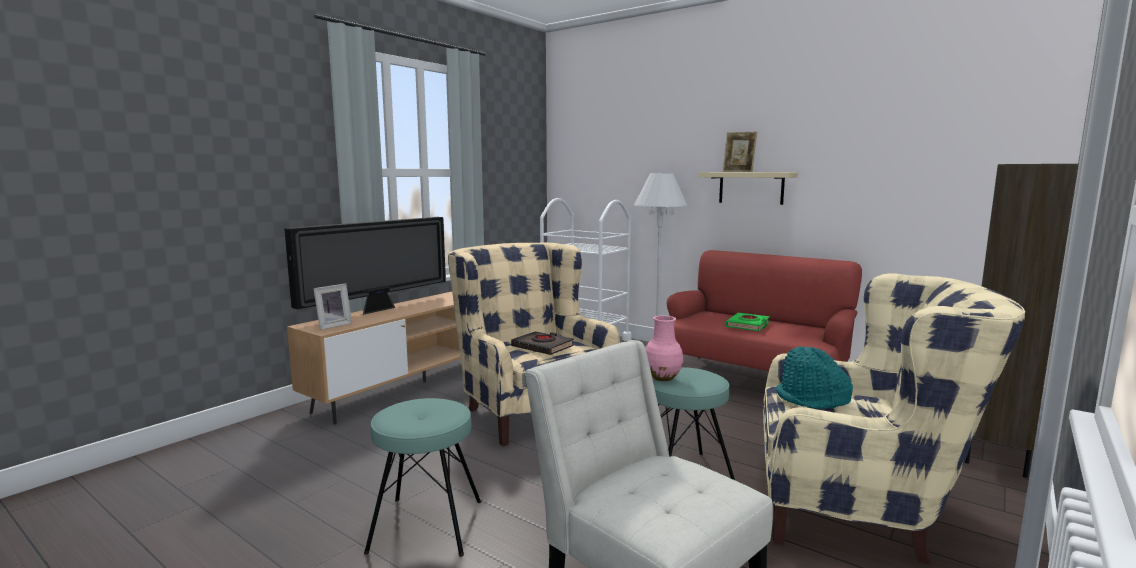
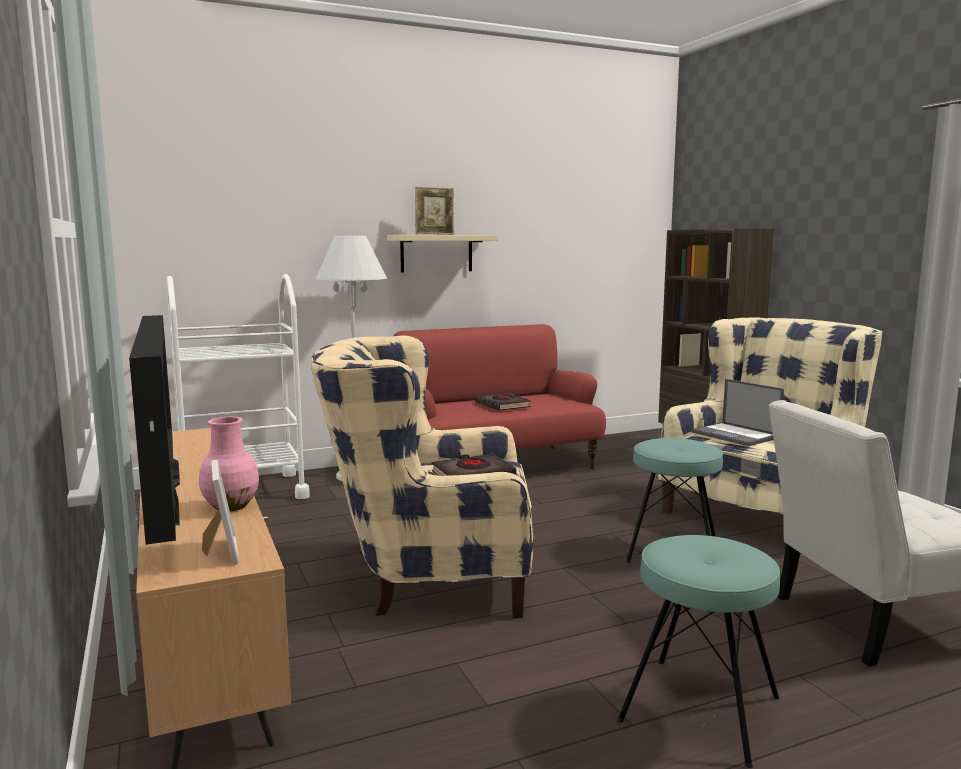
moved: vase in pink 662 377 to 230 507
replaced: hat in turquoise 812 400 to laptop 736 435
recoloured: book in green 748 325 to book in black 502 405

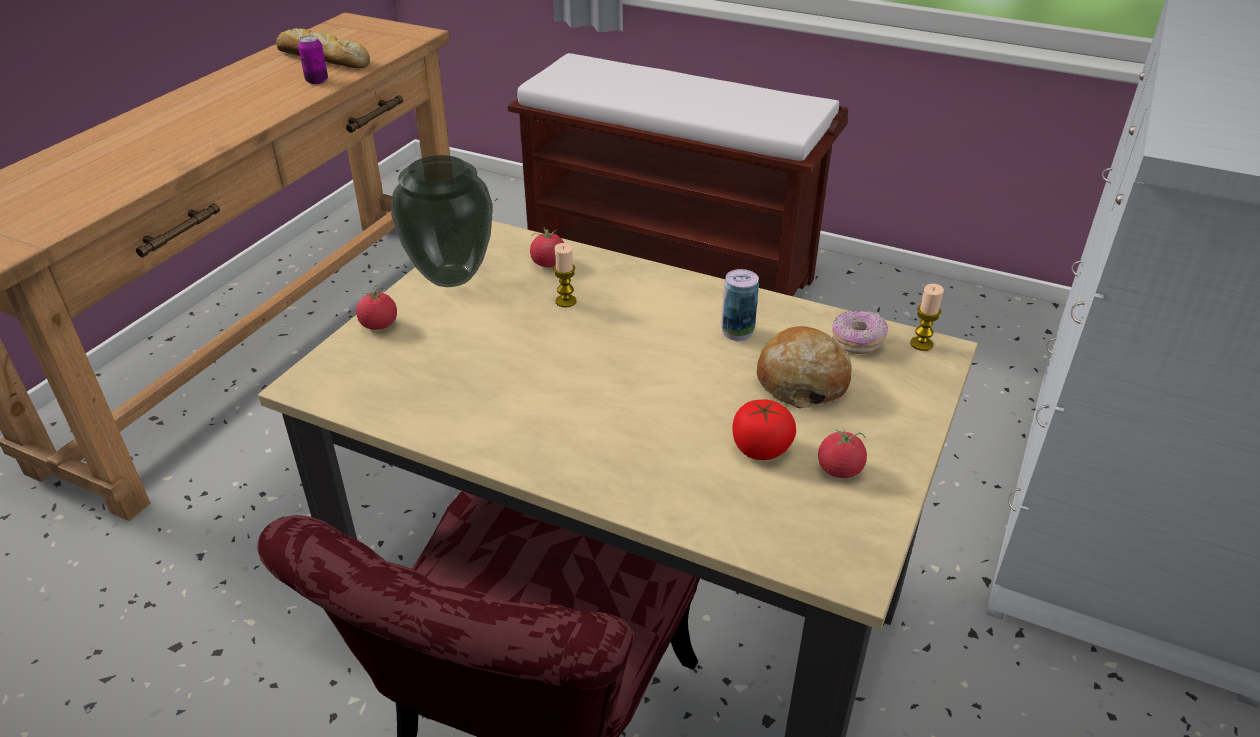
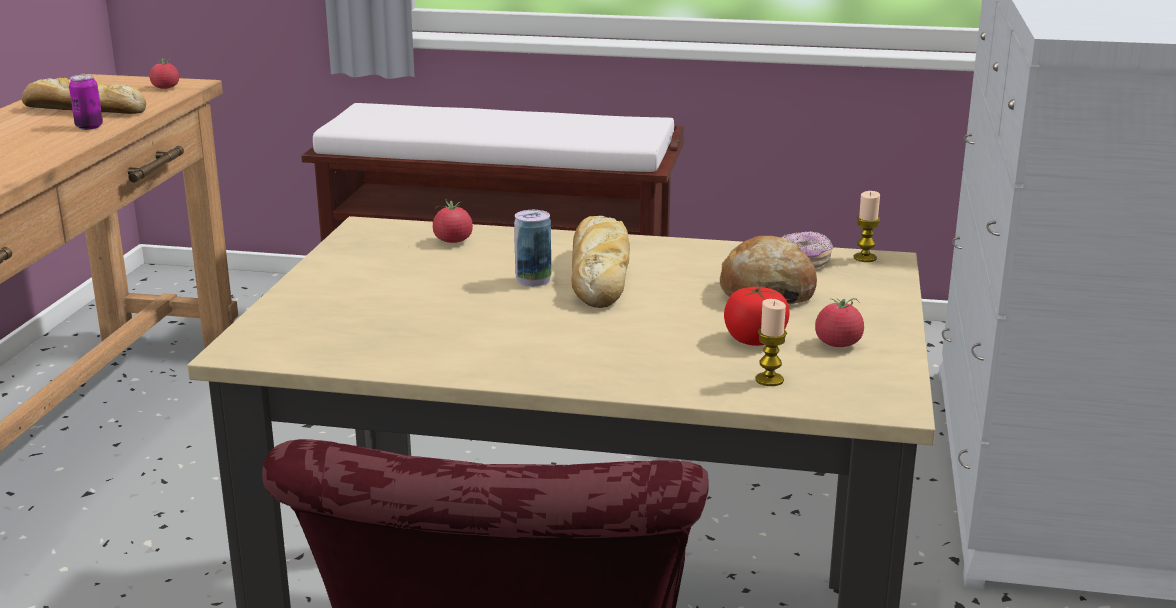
removed: vase 453 277
added: bread 600 273
moved: tomato 379 325 to 165 88; candle 566 301 to 769 380; can 737 332 to 533 280

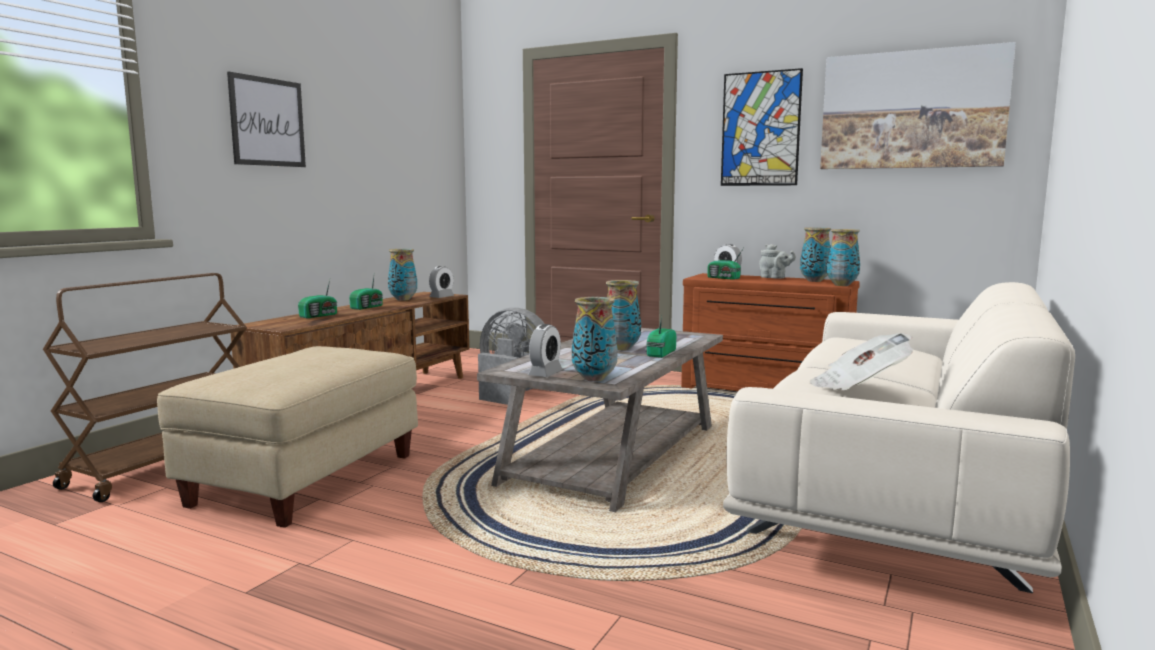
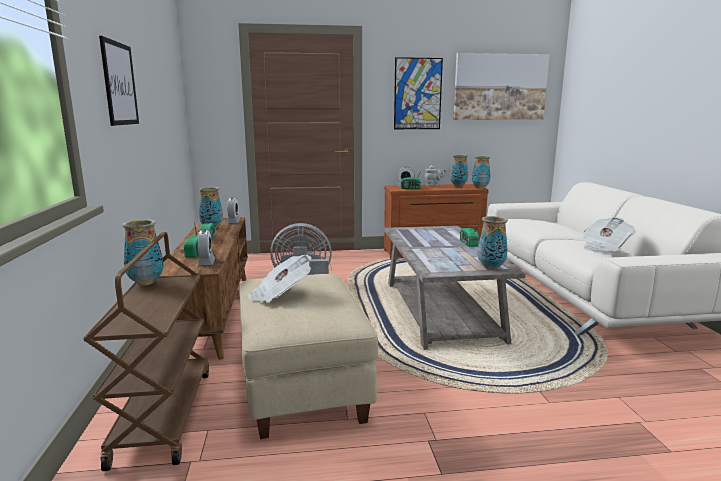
added: newspaper 280 295
moved: alarm clock 545 373 to 206 262; vase 621 348 to 146 282

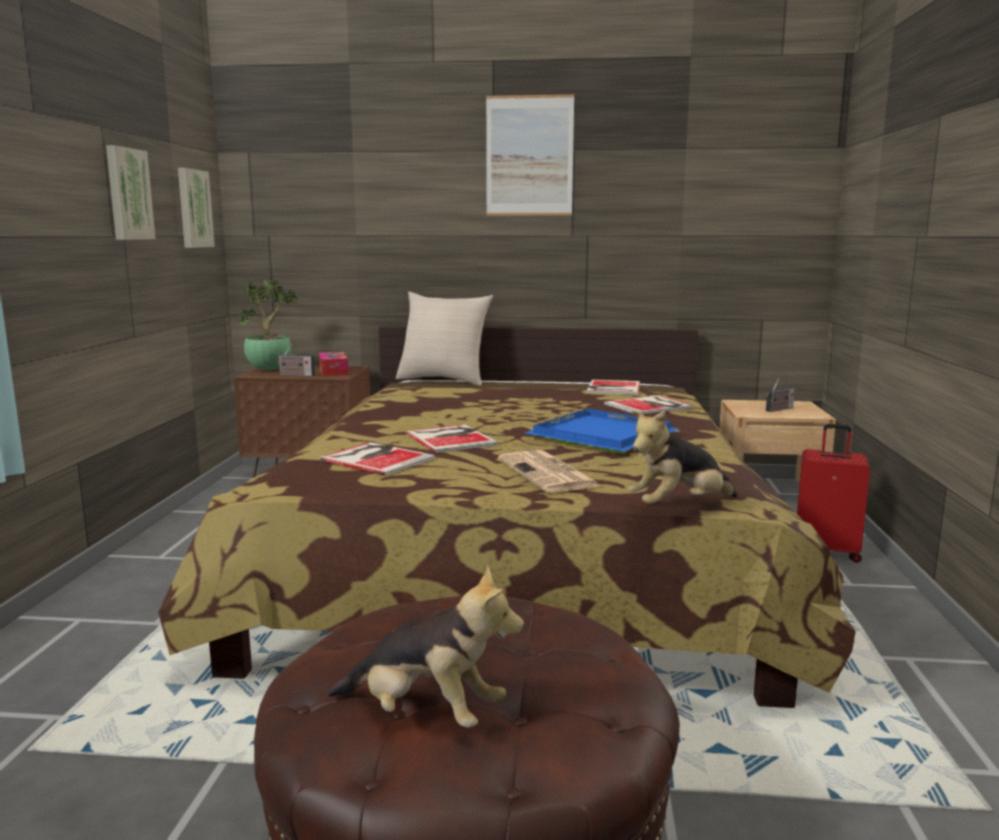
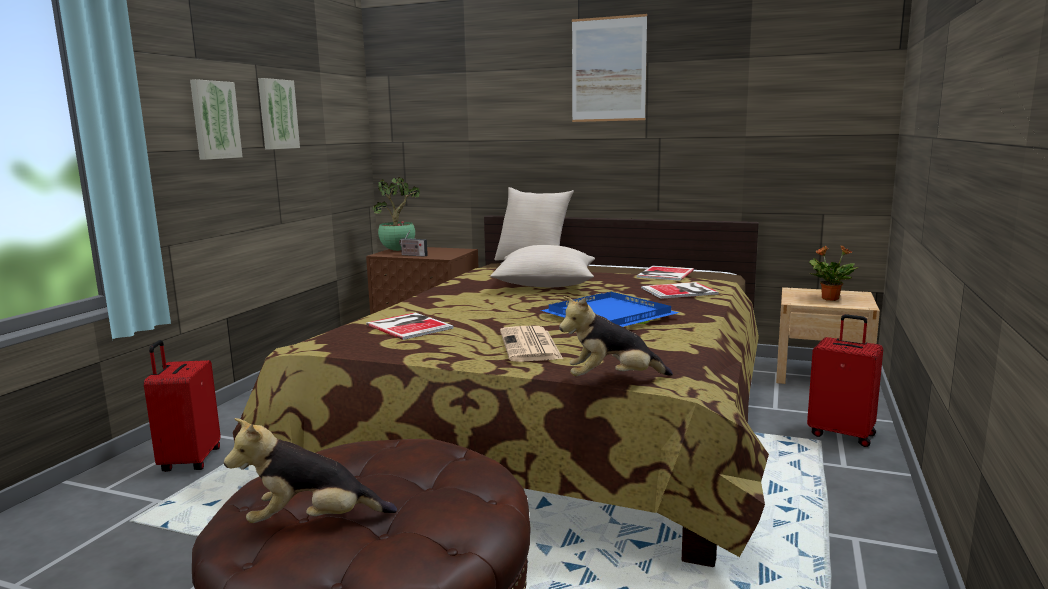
removed: tissue box 333 371; book 451 438
added: suitcase in red 189 461; pillow in beige 545 284
moved: picture 193 209 to 214 120
replaced: radio 778 409 to potted plant 829 299
turned: plush toy 426 714 = 313 522 135 degrees clockwise

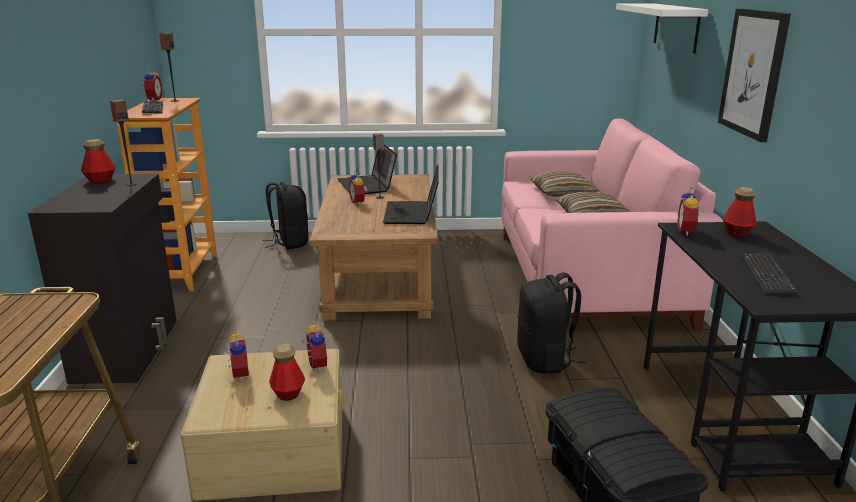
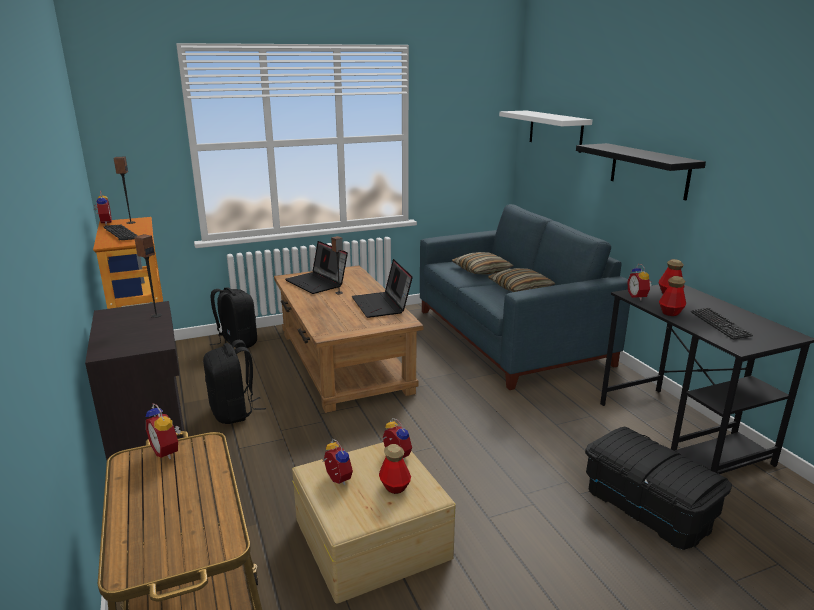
moved: bottle 100 180 to 670 312; alarm clock 359 202 to 168 451; backpack in black 545 360 to 234 412
replaced: picture 753 73 to shelf in black 649 170
recoloured: sofa in pink 586 277 to sofa in blue 509 337

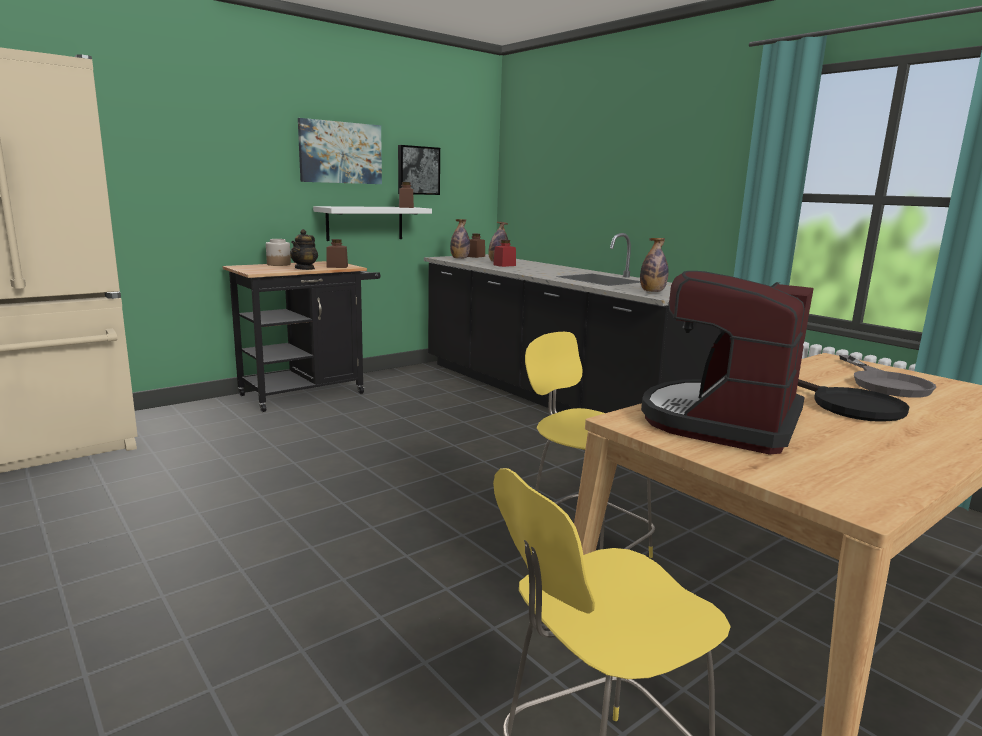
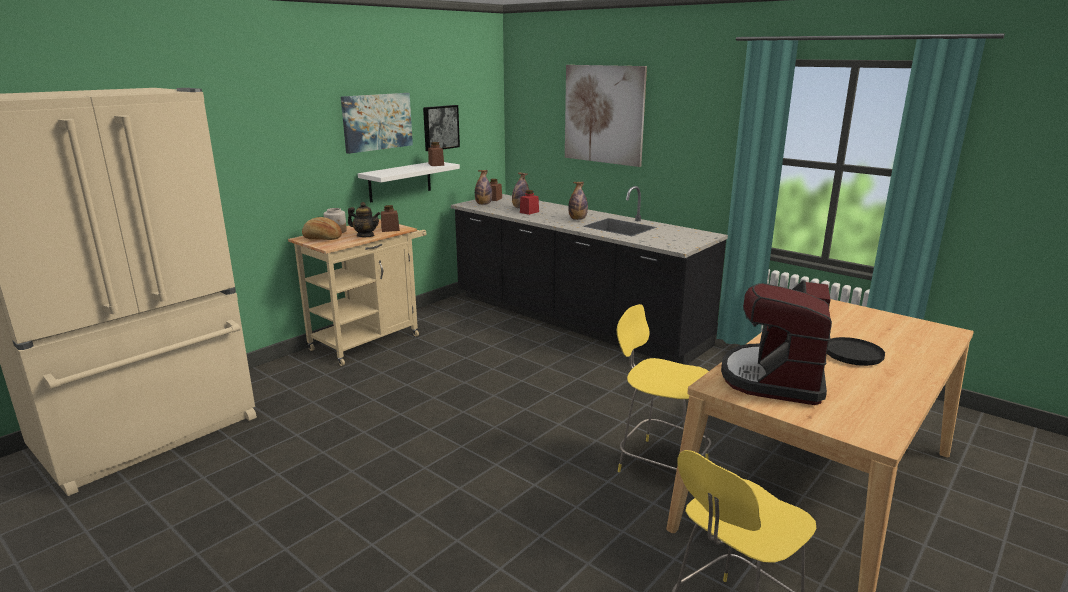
removed: frying pan in grey 884 383
added: bread 322 238; picture 604 114
moved: bottle 652 292 to 577 219
recoloured: cart in black 309 393 to cart in beige 370 340
turned: teapot 305 268 = 365 236 75 degrees counterclockwise

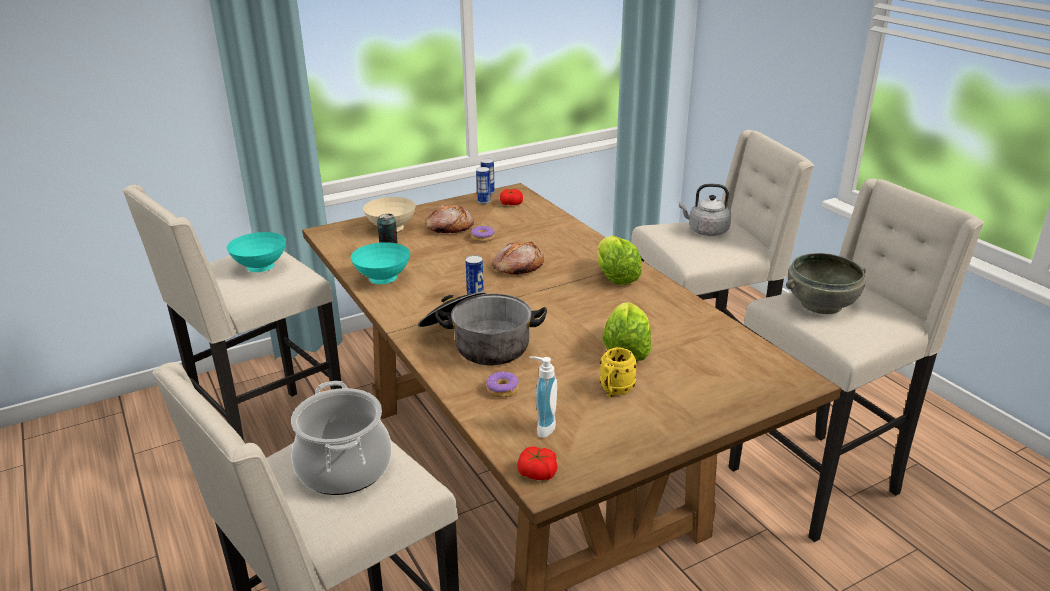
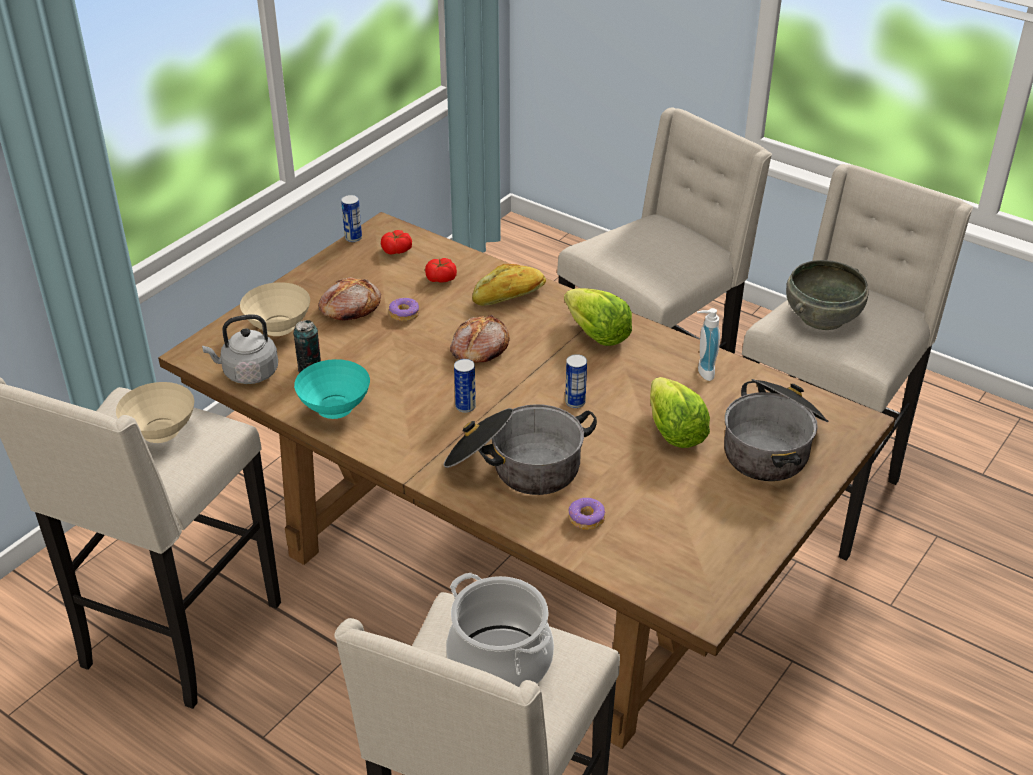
removed: mug in yellow 614 391
added: bread 509 296; cooking pot 773 445
moved: can 483 202 to 575 402; tomato 537 473 to 441 278; soap dispenser 542 427 to 702 372; kettle in grey 705 231 to 247 373
recoloured: bowl in turquoise 261 268 to bowl in beige 162 434

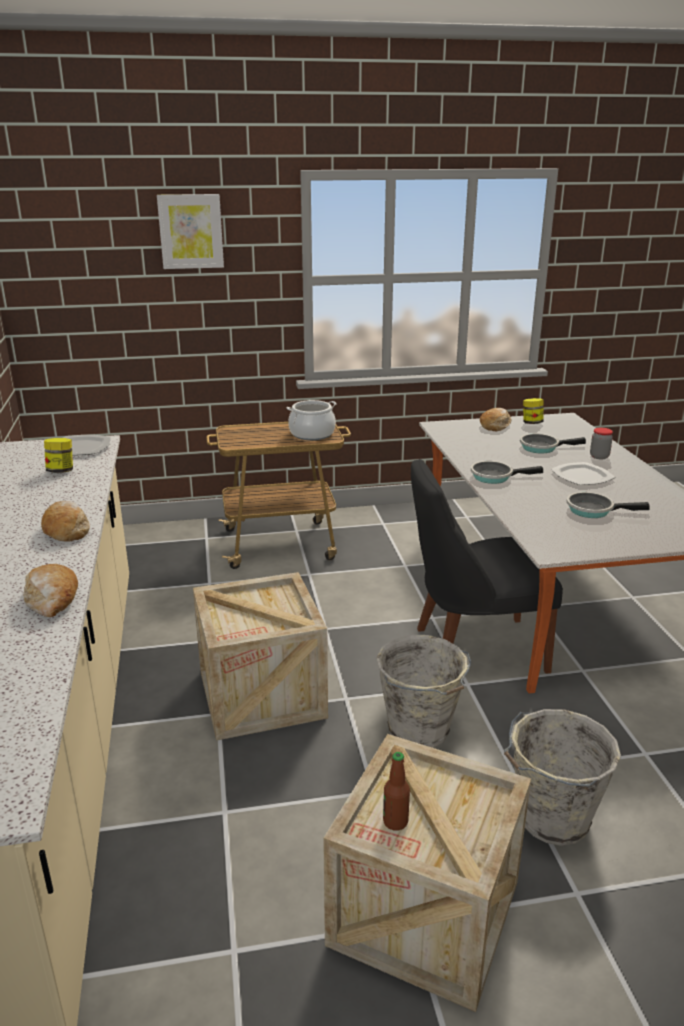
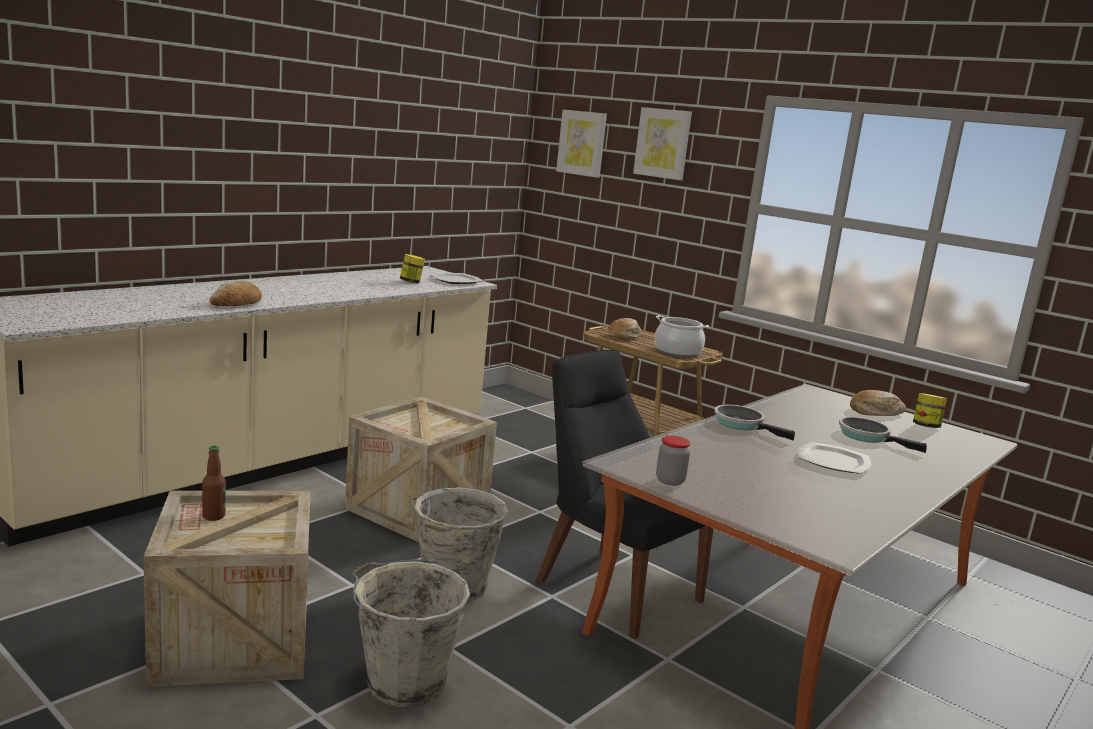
removed: frying pan 593 510
added: picture 582 143
moved: bread 66 530 to 624 336; jar 599 456 to 670 481

